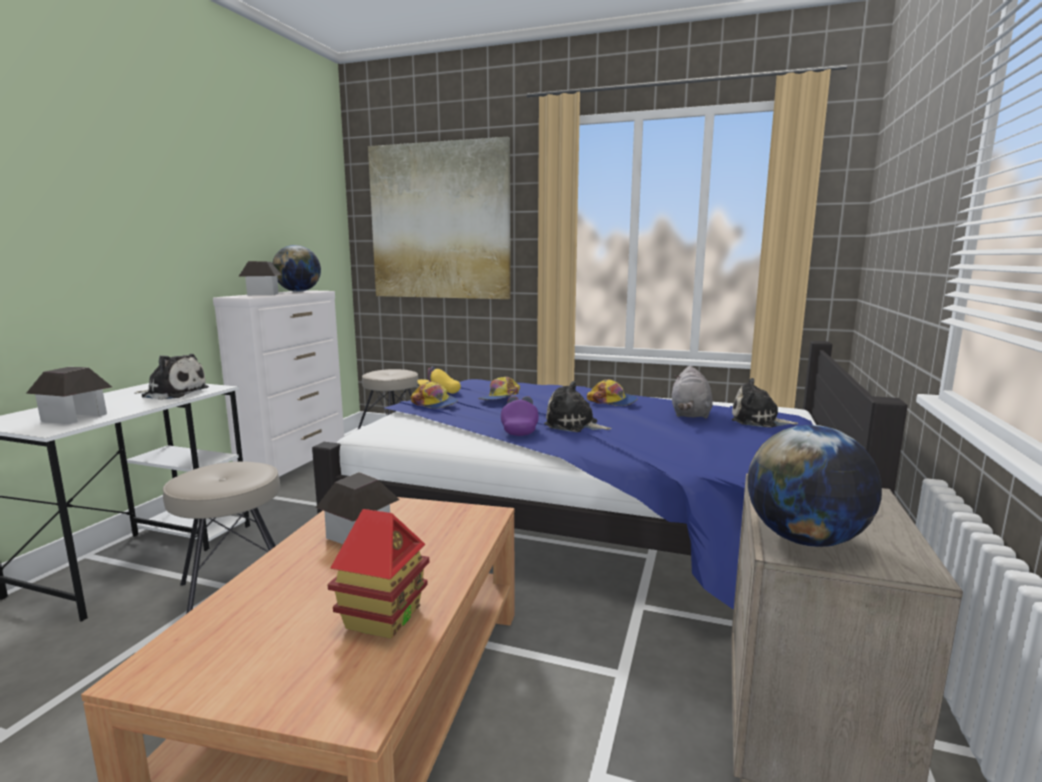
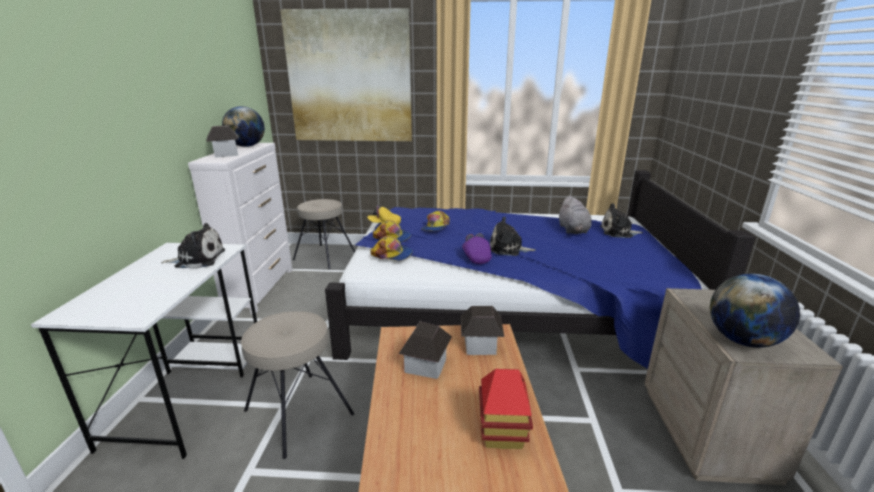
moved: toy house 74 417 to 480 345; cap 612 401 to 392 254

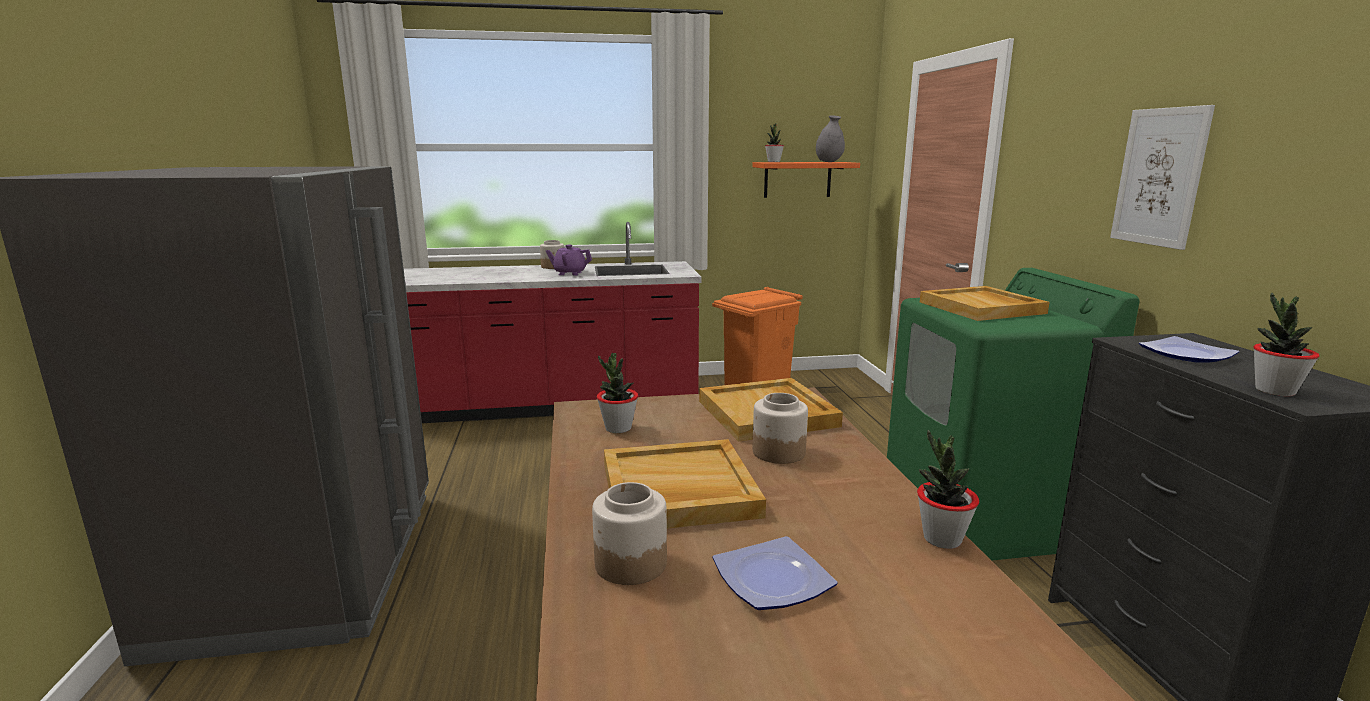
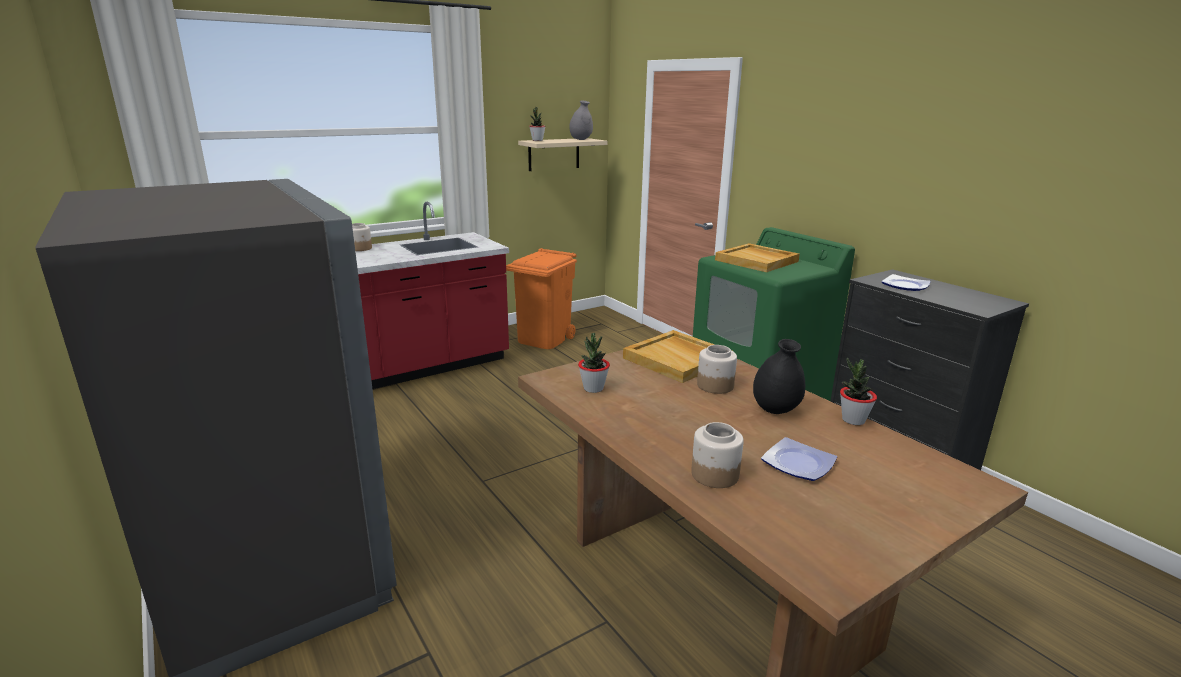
removed: teapot in purple 569 273; tray in beige 677 490; picture 1159 177; potted plant 1274 391
added: vase in black 775 410
recoloured: shelf in orange 797 179 to shelf in beige 554 154

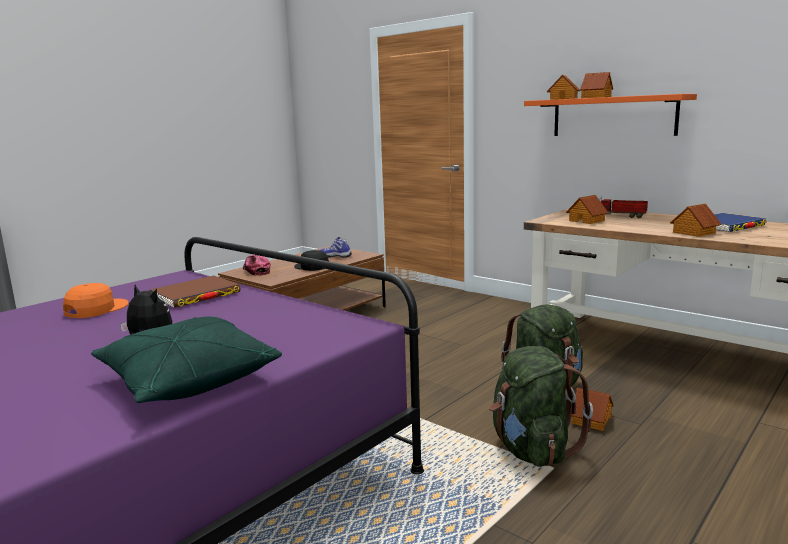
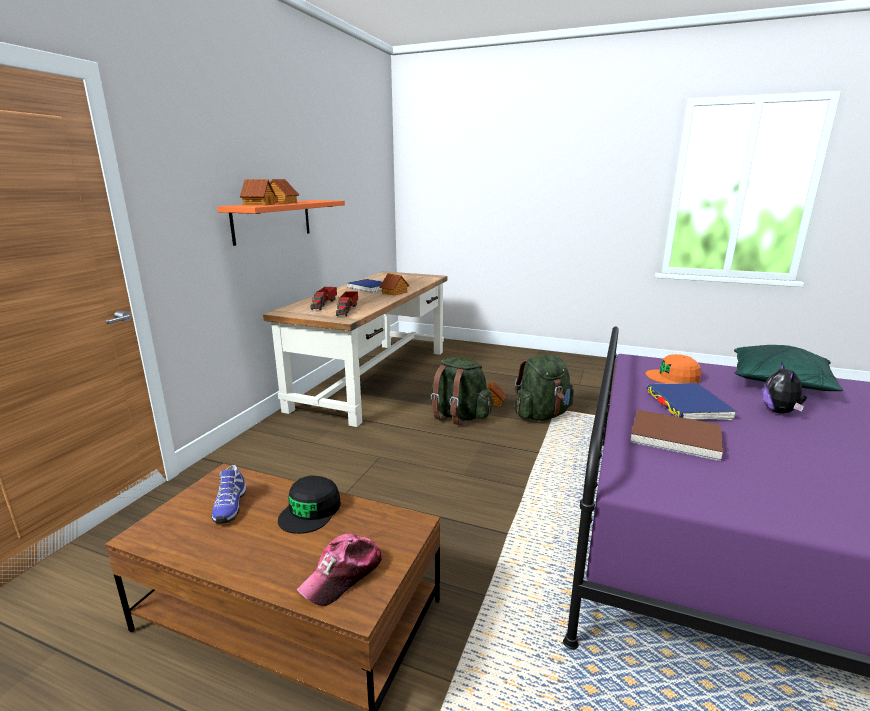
added: book in blue 687 405
moved: cap in orange 96 309 to 673 377
replaced: toy house 587 220 to toy truck 347 309

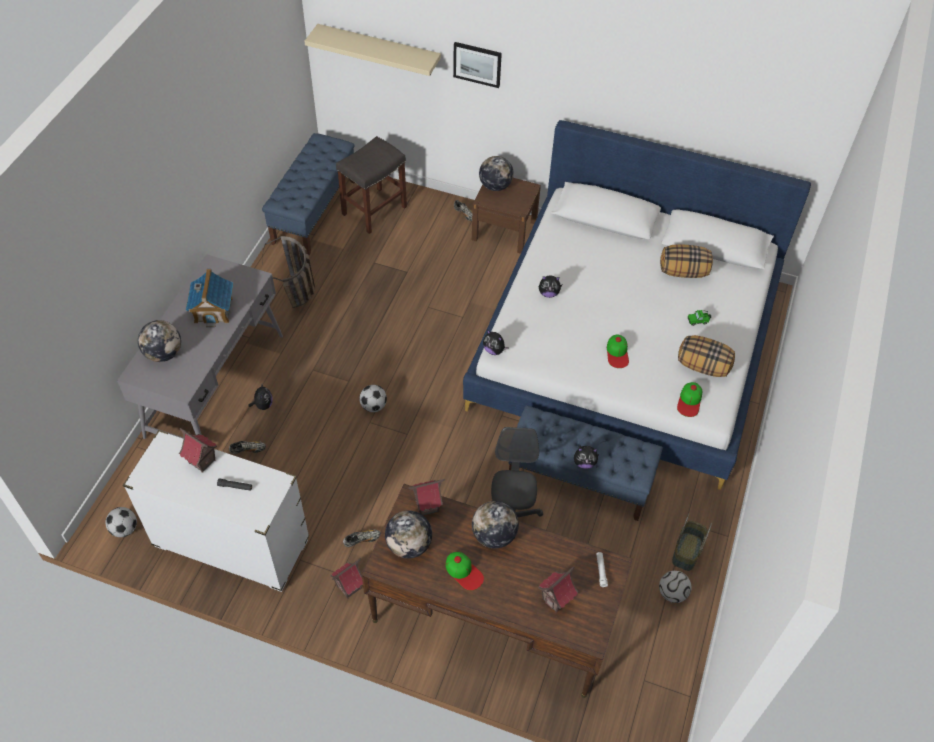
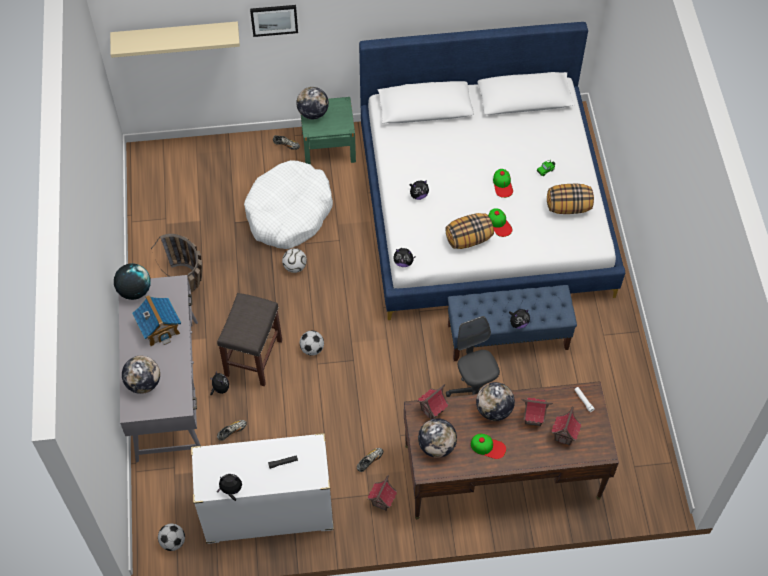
removed: bench in blue 314 211; basket 687 552
added: globe 134 291; plush toy 231 490; dog bed in white 289 212
moved: toy house 202 462 to 533 418; stool in grey 374 211 to 253 358; football 672 593 to 295 267; pillow 683 271 to 468 238; cap 689 401 to 502 184
recoloured: nightstand in brown 504 230 to nightstand in green 328 146

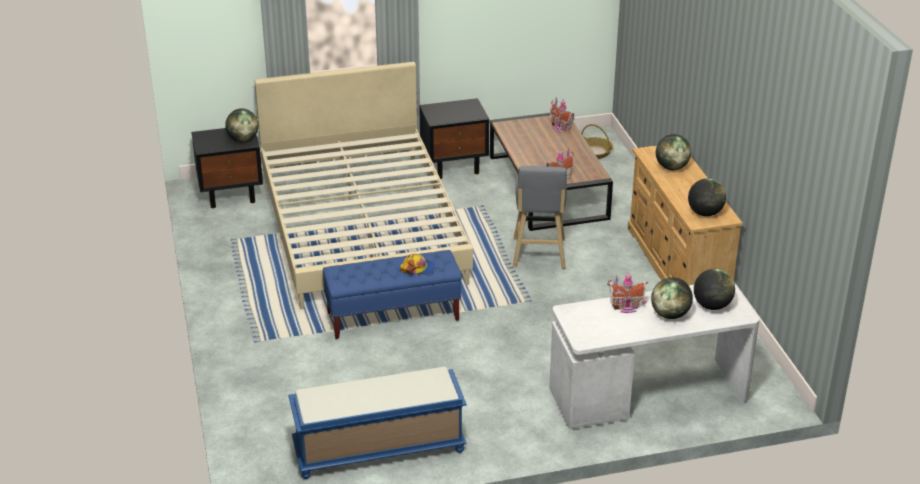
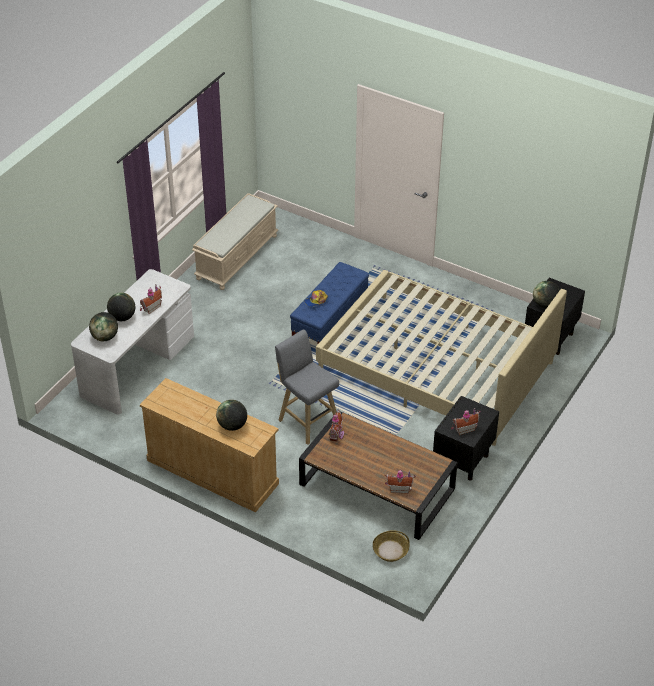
removed: globe 705 213
added: toy house 464 429
recoloured: bench in blue 378 449 to bench in beige 236 256

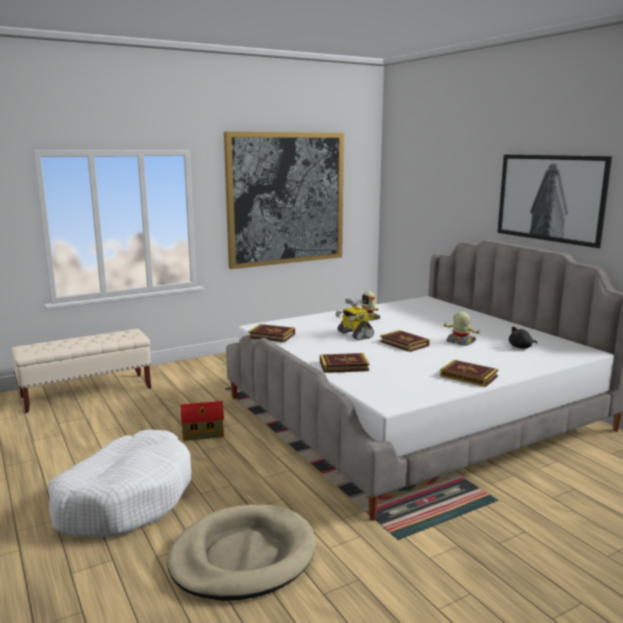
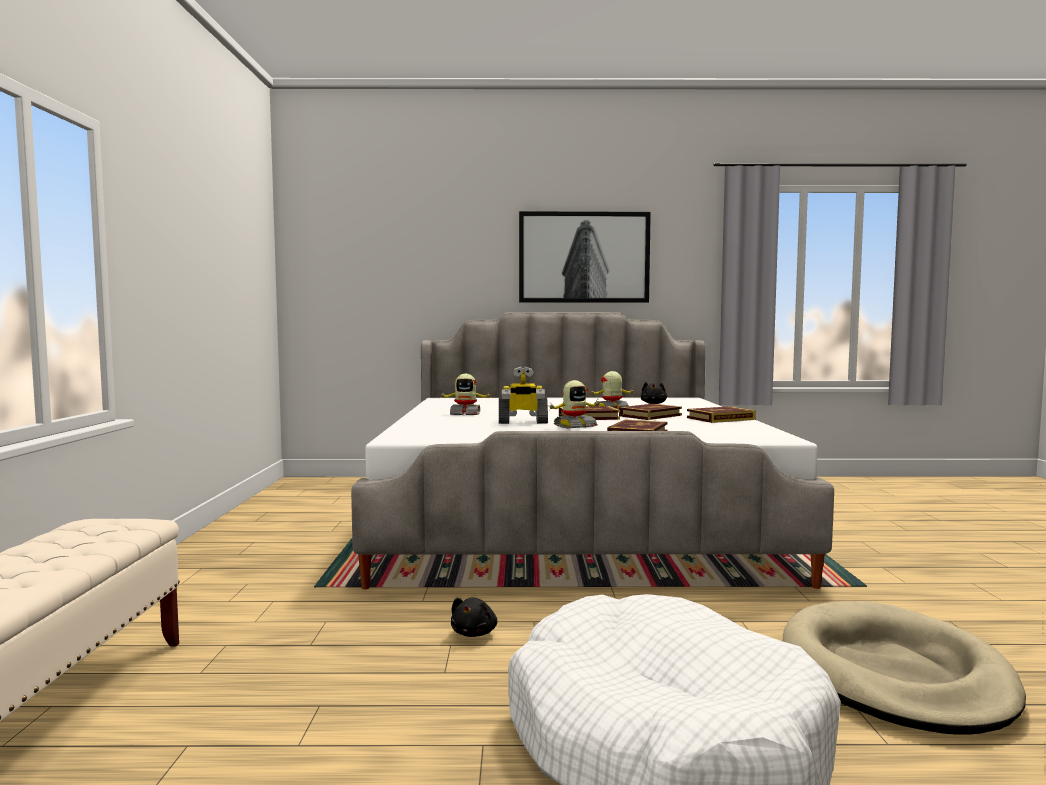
removed: picture 285 198
added: toy robot 574 426
moved: book 271 336 to 650 415
replaced: toy house 204 434 to plush toy in black 475 633

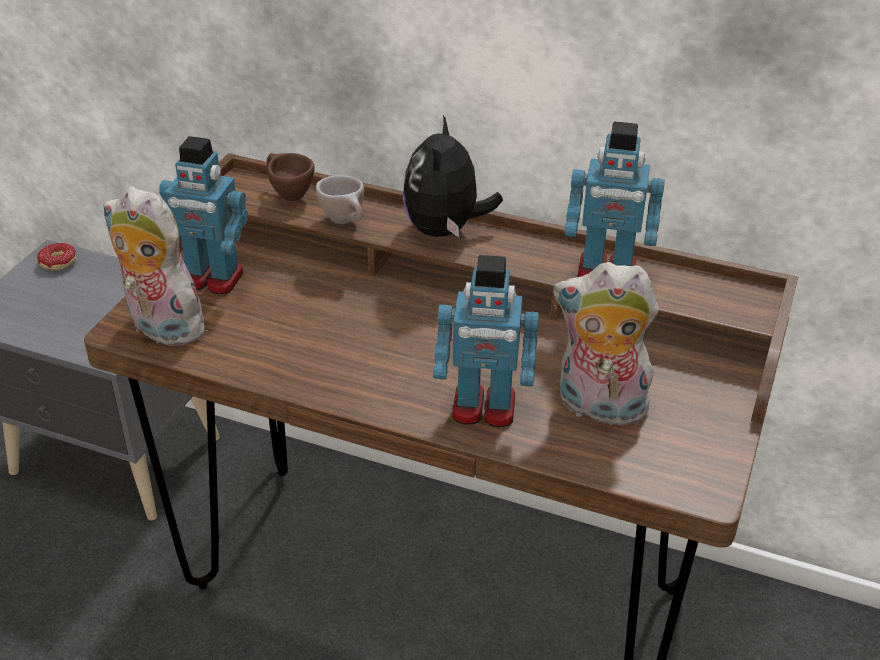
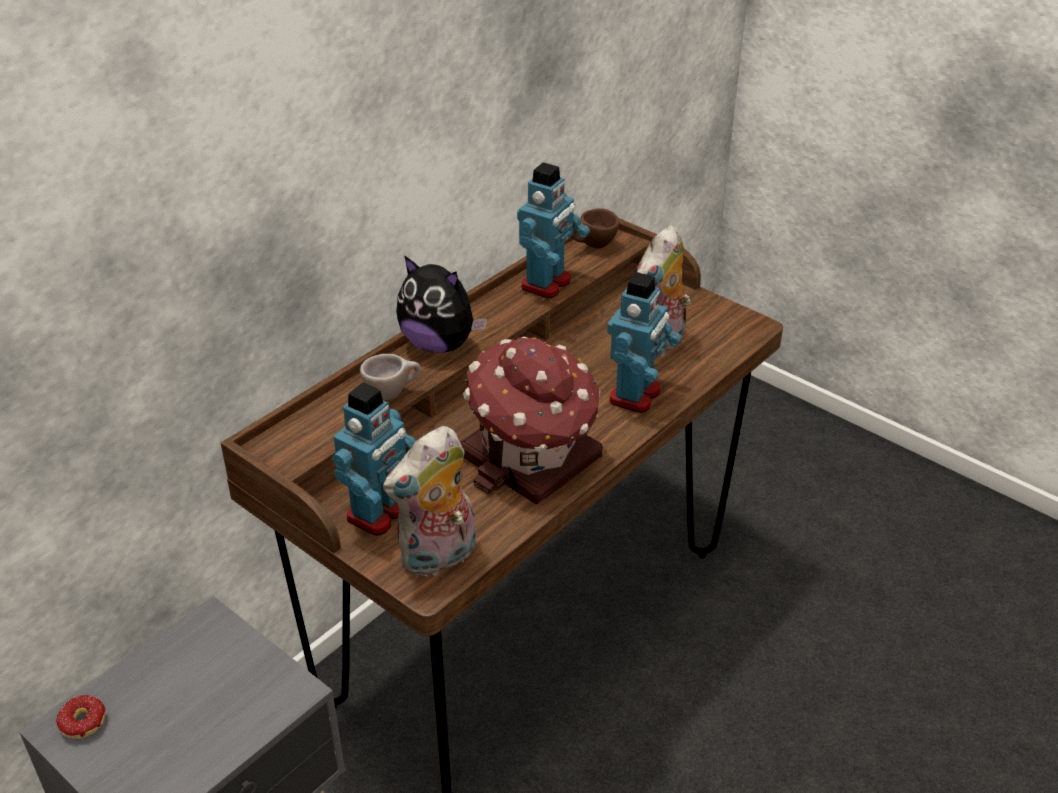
added: toy house 532 459
moved: cup in brown 287 194 to 593 246

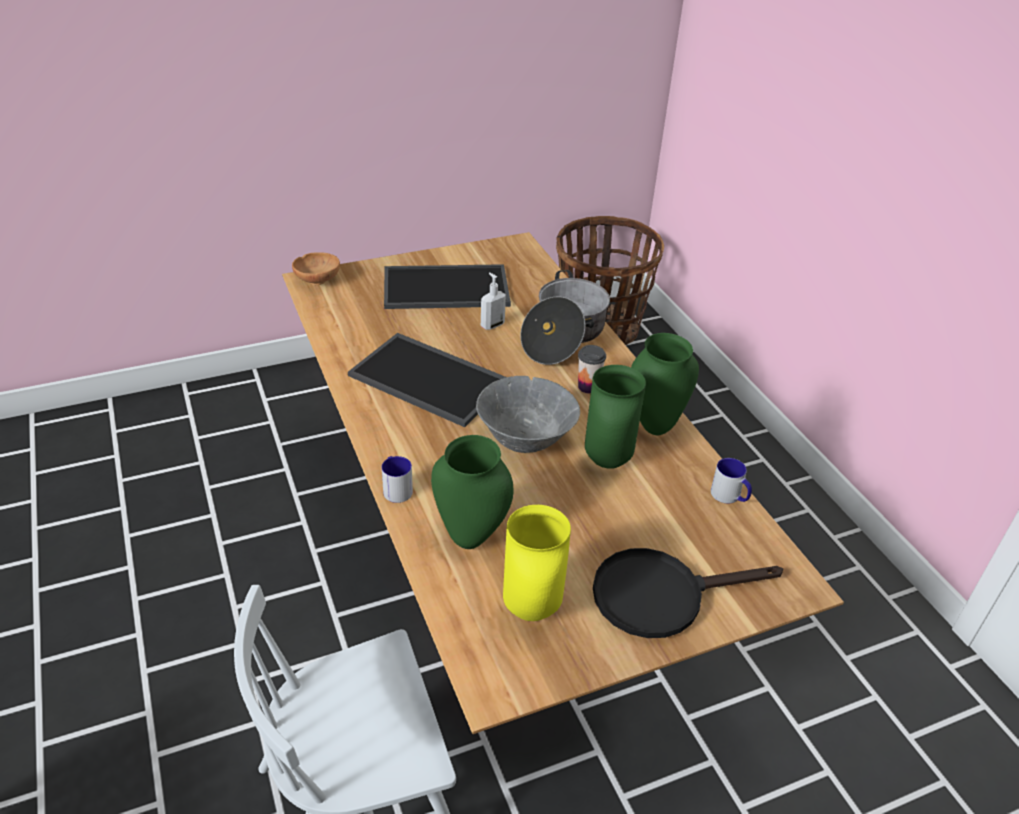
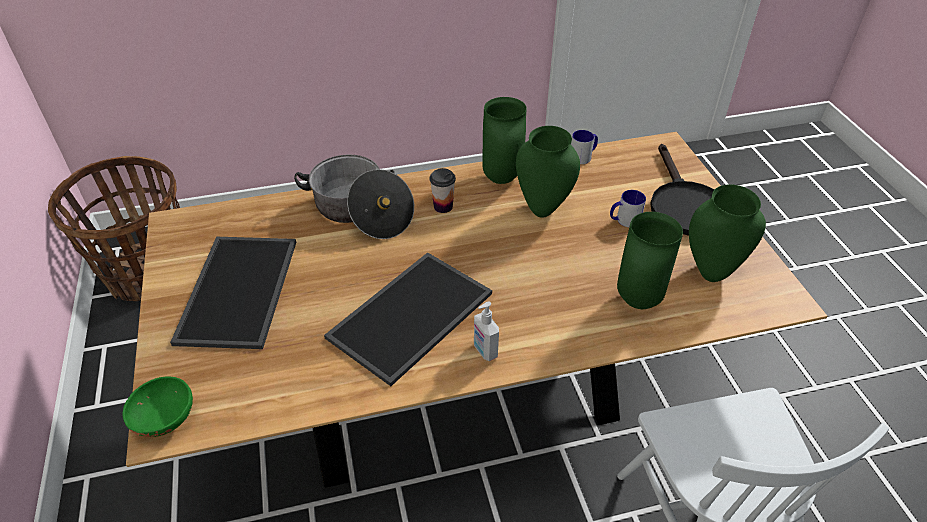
removed: bowl in grey 524 442
moved: mug 396 488 to 624 220; soap dispenser 492 325 to 484 351
recoloured: bowl in brown 318 280 to bowl in green 164 419; vase in yellow 533 610 to vase in green 711 271

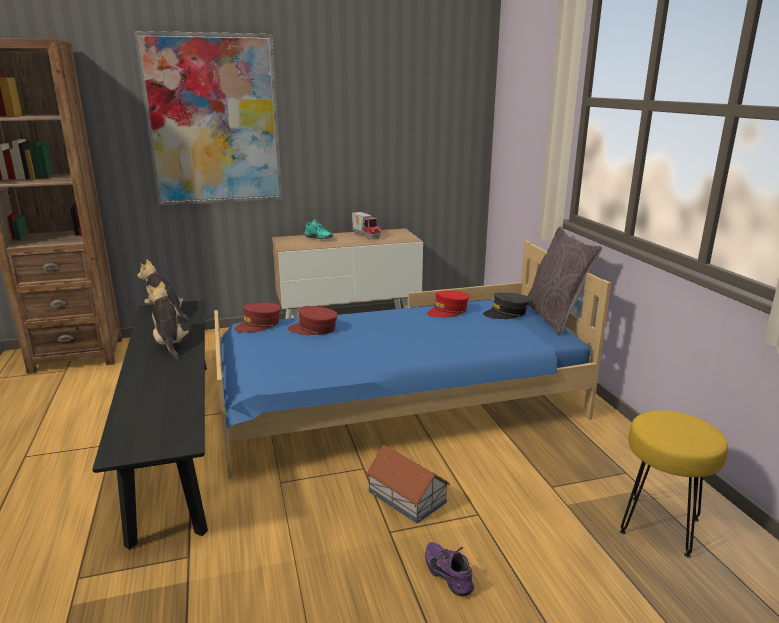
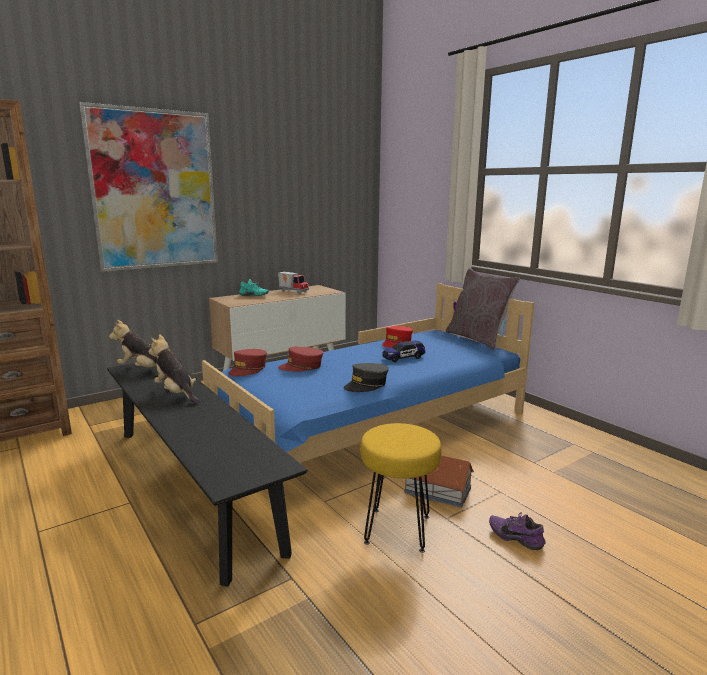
added: toy car 403 357
moved: cap in grey 506 313 to 366 385; stool in yellow 660 526 to 398 530

